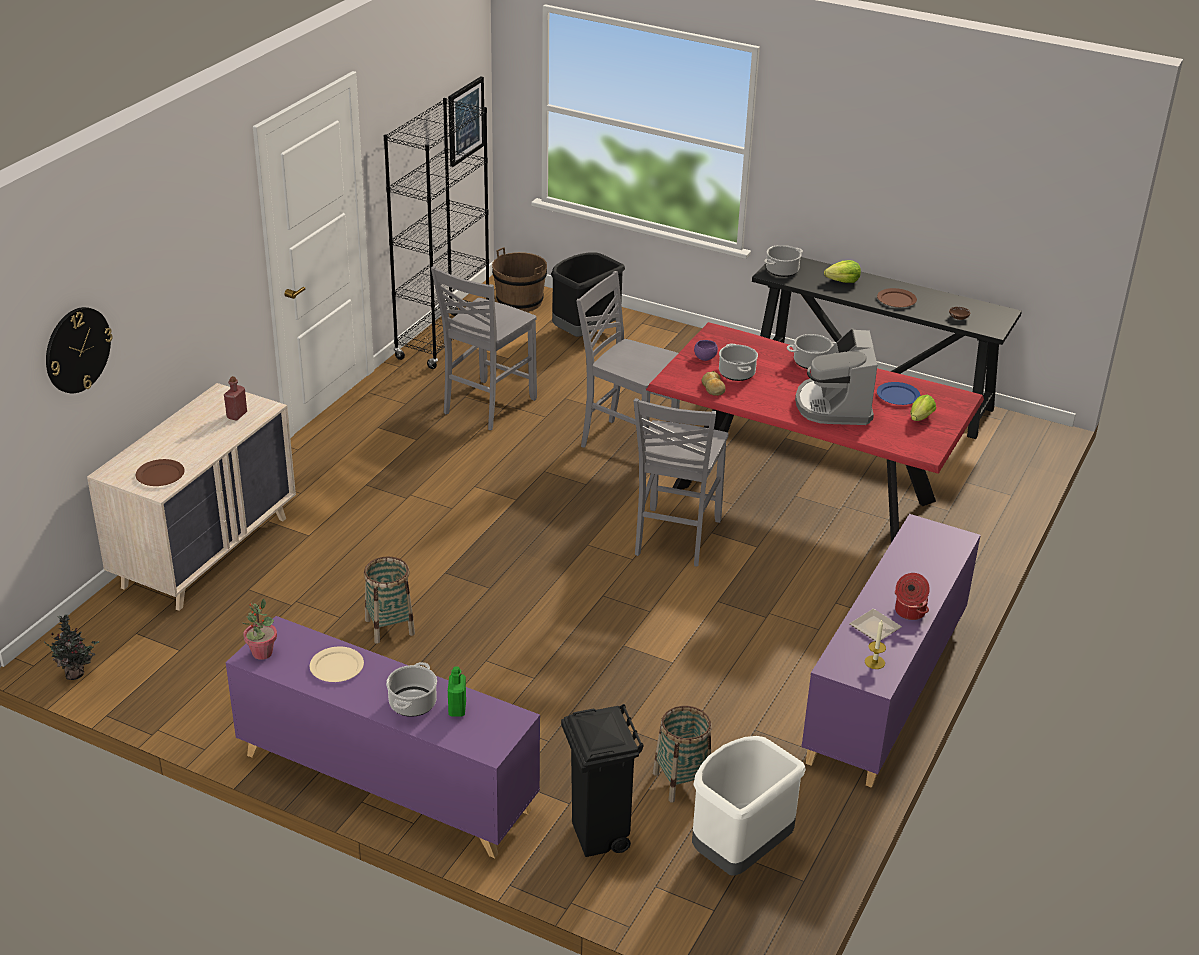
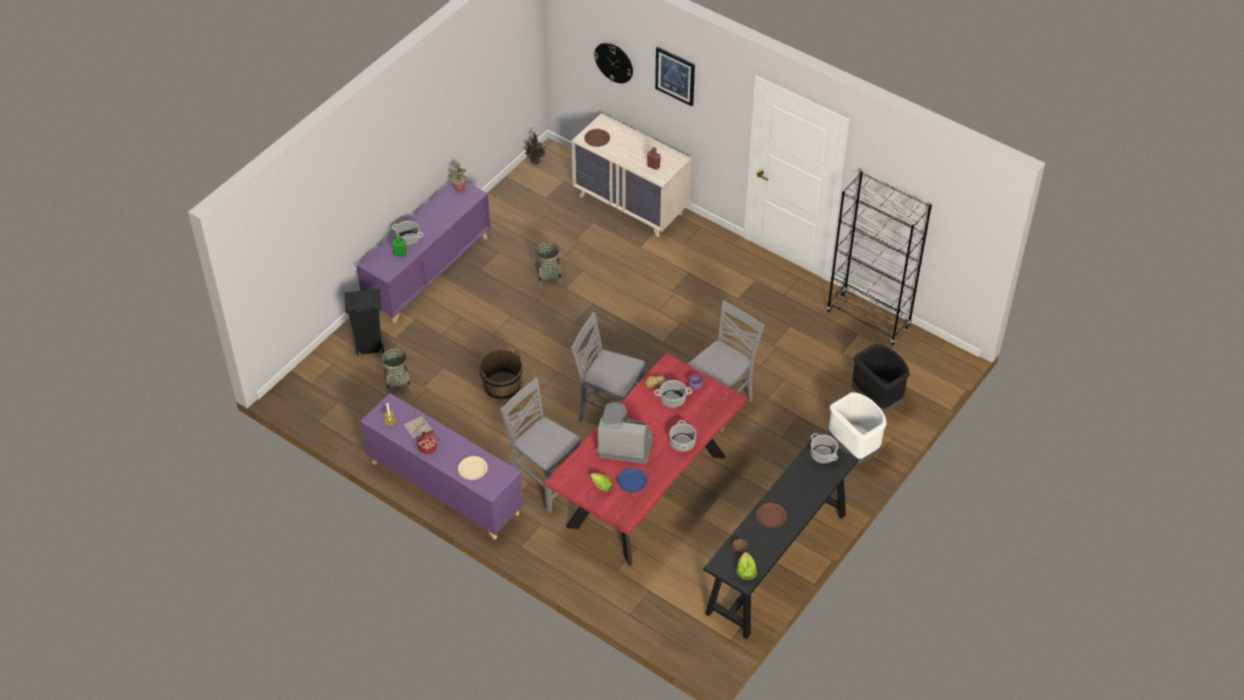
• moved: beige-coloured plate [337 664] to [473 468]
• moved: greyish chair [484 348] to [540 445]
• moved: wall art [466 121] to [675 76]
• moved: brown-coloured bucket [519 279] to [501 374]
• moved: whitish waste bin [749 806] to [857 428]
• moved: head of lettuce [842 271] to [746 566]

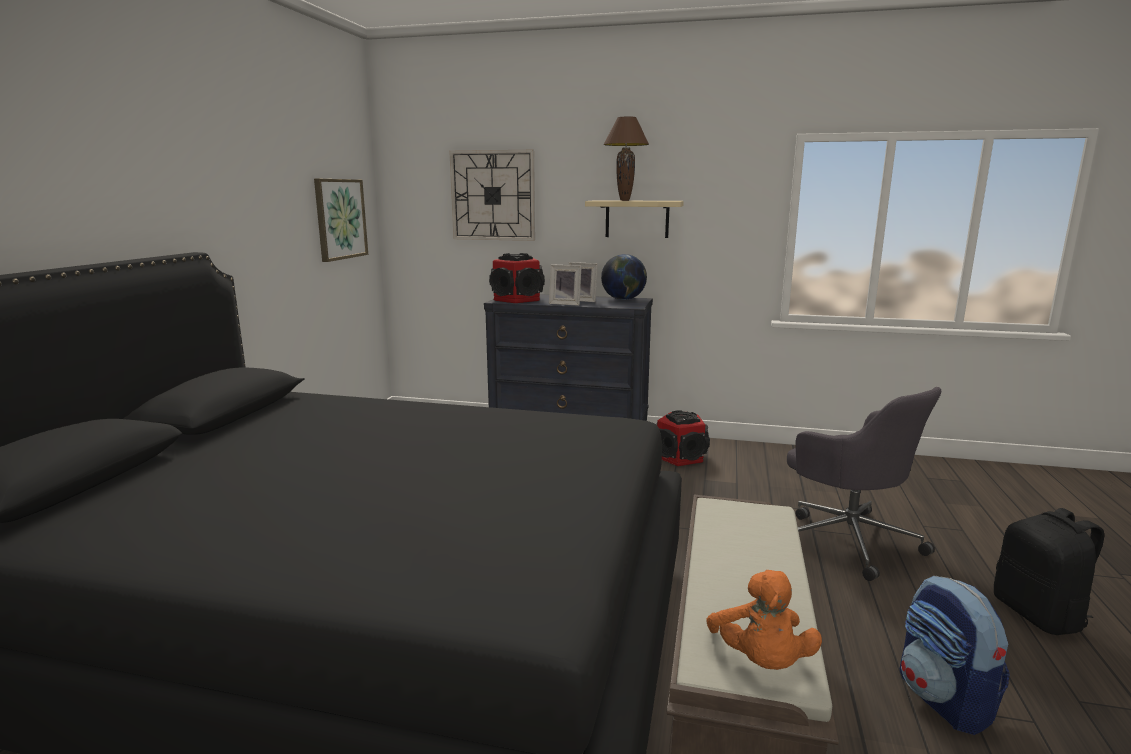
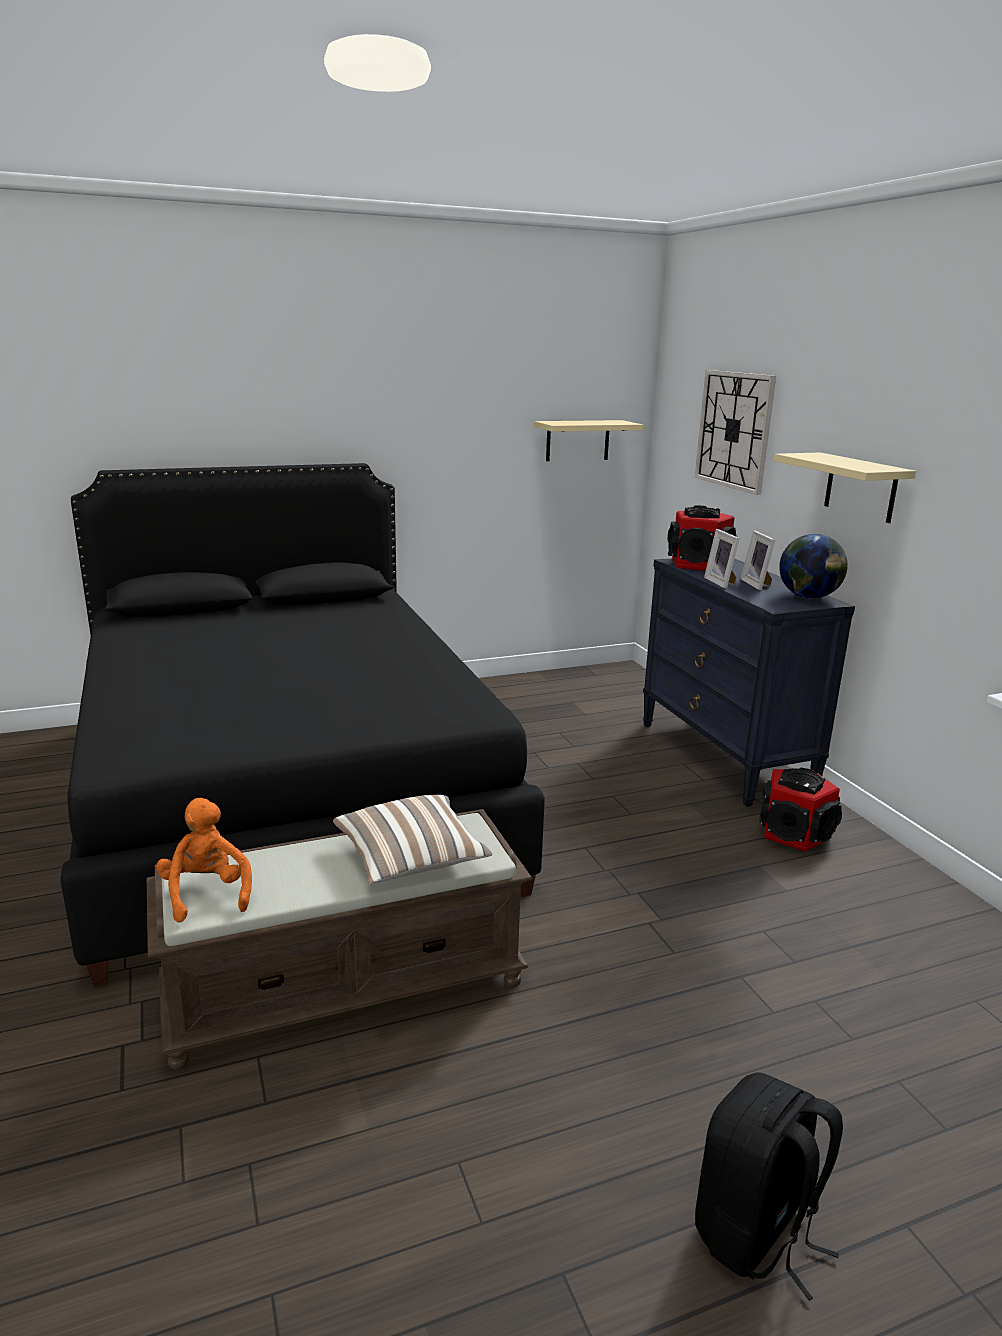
• removed: brown-coloured table lamp [626 159]
• removed: greyish office chair [864 484]
• removed: backpack [955 655]
• added: pillow [413 839]
• replaced: wall art [341 220] to beige-coloured bracket shelf [588 440]
• turned: orange soft toy [764 620] = [204 860] 105 degrees clockwise

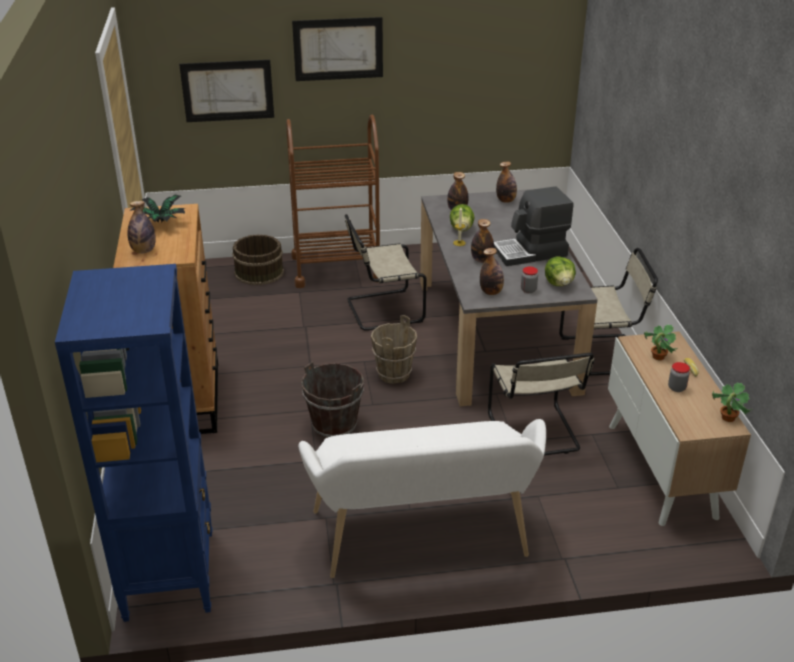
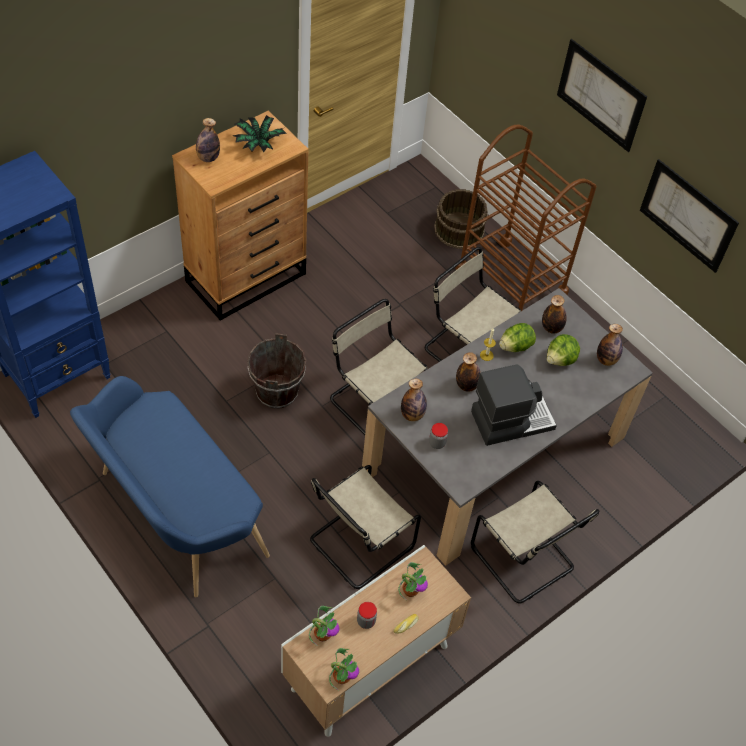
• added: plant in a pot [324 625]
• moved: wall art [226 91] to [689 216]
• moved: head of lettuce [560 271] to [563 350]
• replaced: brown-coloured bucket [394 349] to beige-coloured chair [379 367]
• recoloured: whitish indoor bench [422 498] to bluish indoor bench [170 486]
• turned: coffee machine [534 226] = [514 405] 120 degrees clockwise

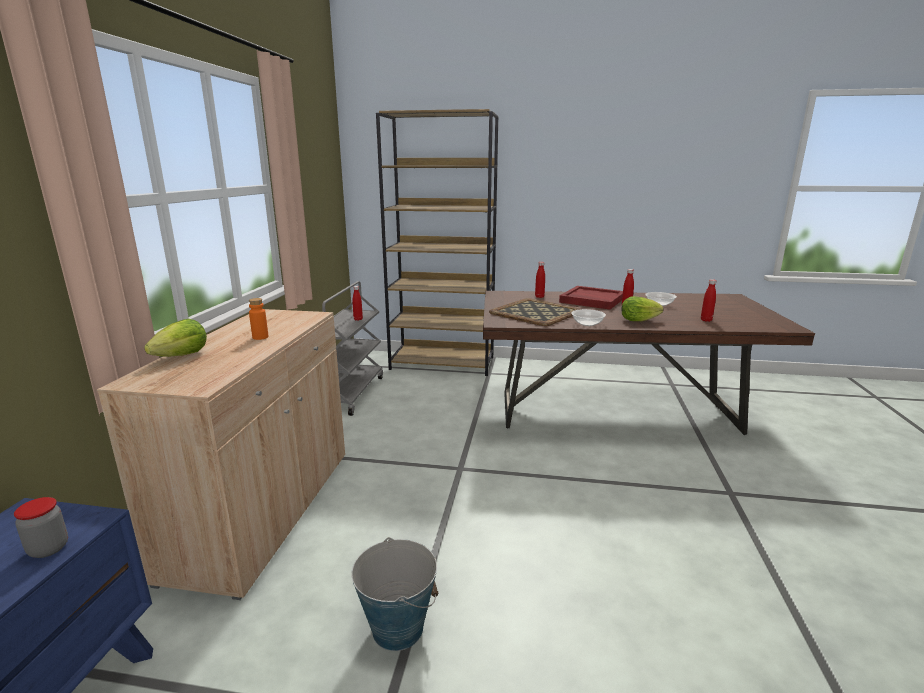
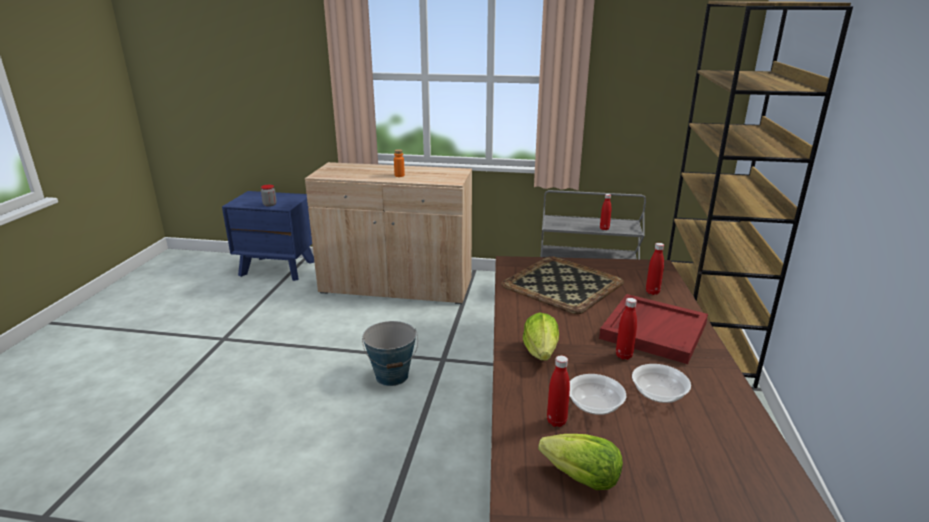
• moved: head of lettuce [175 338] to [580 462]
• moved: bucket [394 594] to [390 353]
• moved: serving bowl [588 317] to [597 394]

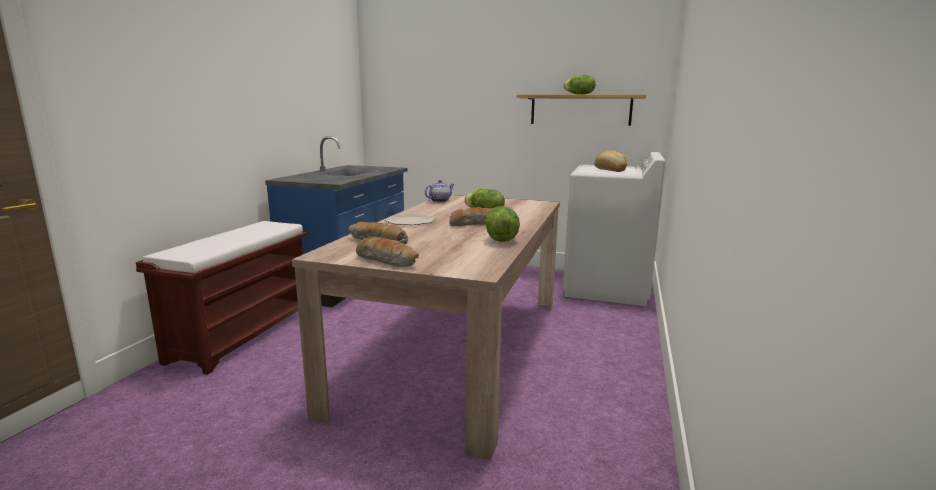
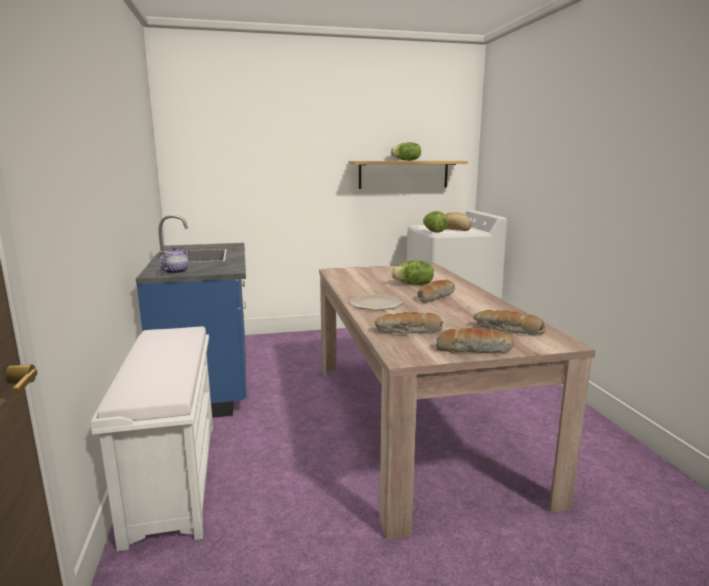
• added: baked bread [509 322]
• moved: tea pot [439 191] to [174 260]
• moved: head of lettuce [502 224] to [435 222]
• recoloured: brown-coloured indoor bench [222 298] to whitish indoor bench [152 439]

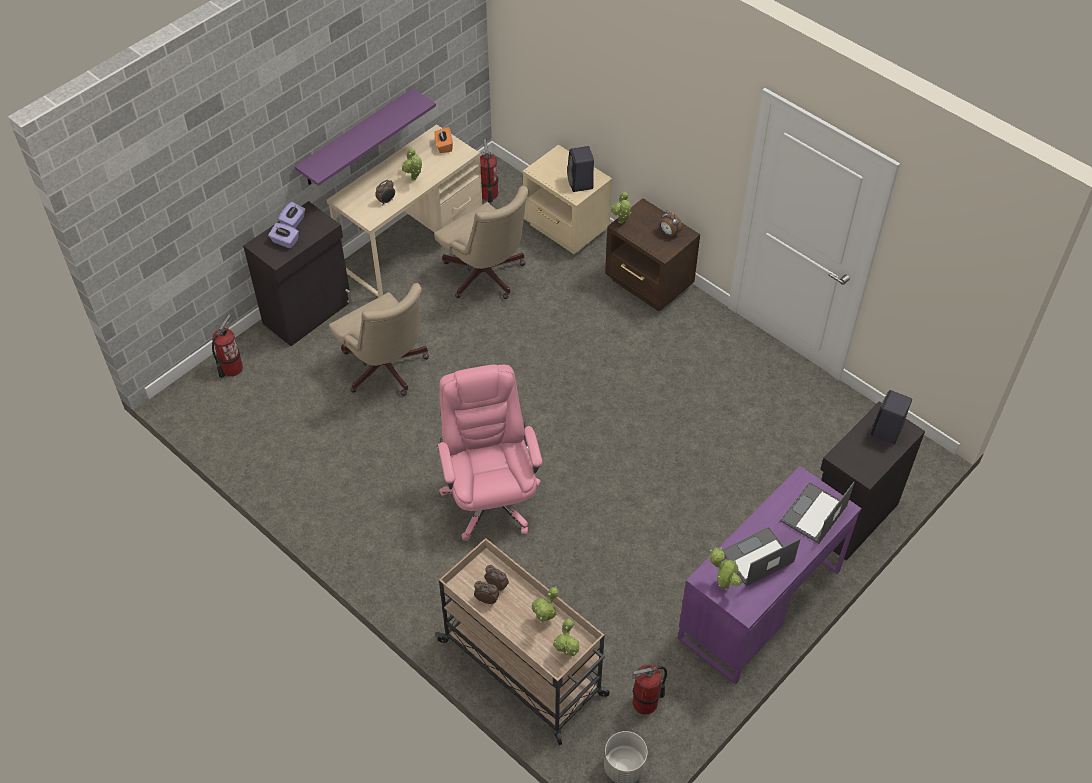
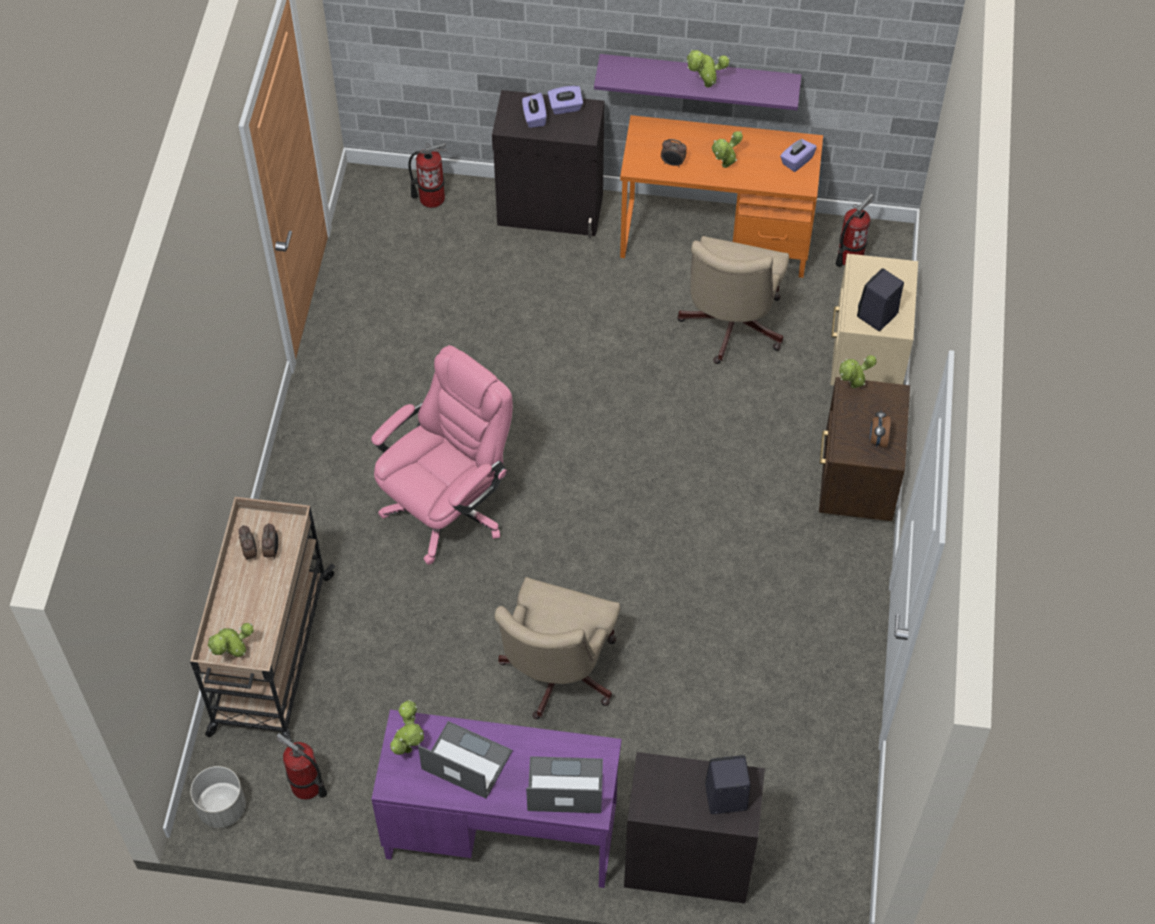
• moved: beige-coloured office chair [379 339] to [557 648]
• moved: plant in a pot [545 604] to [708 69]
• recoloured: beige-coloured desk [404 210] to orange desk [721 196]
• recoloured: orange box of tissues [443 140] to purple box of tissues [798 155]

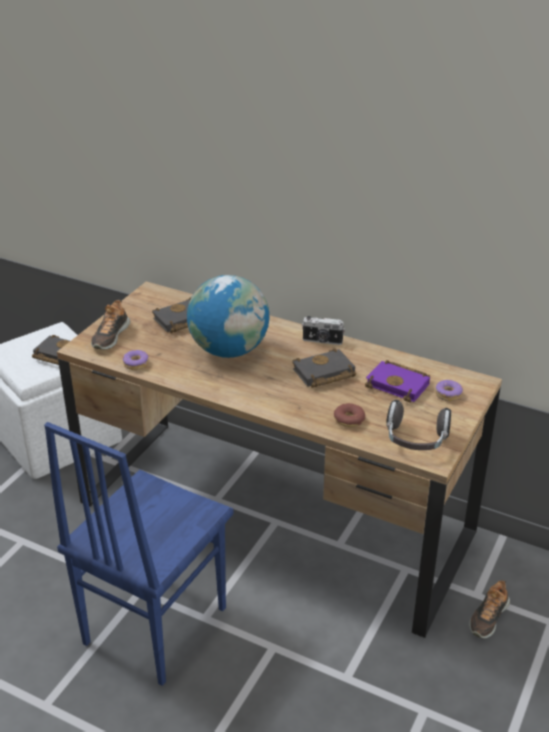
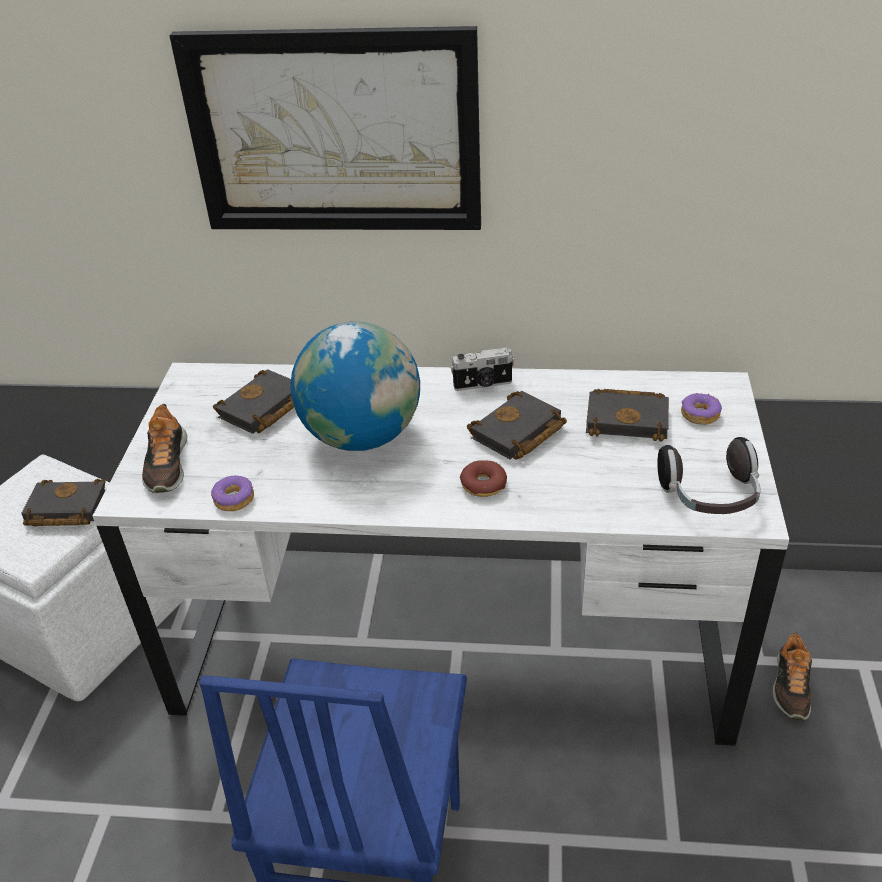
• added: wall art [325 128]
• moved: ring doughnut [349 415] to [483 478]
• recoloured: brown-coloured desk [279 459] to whitish desk [441 554]
• recoloured: purple book [397 381] to blackish book [627 415]

